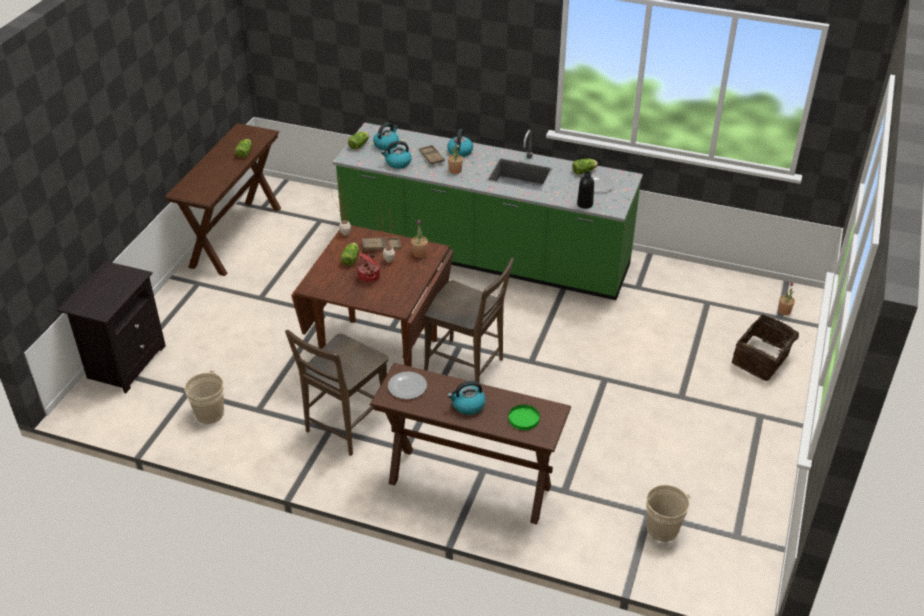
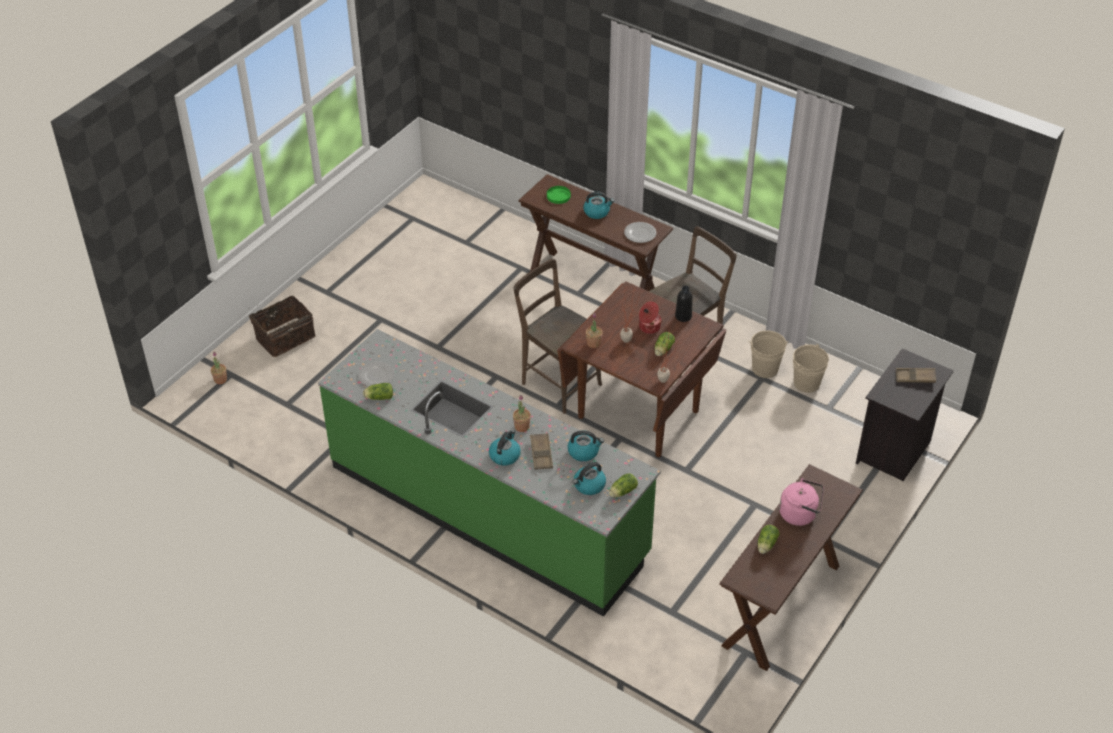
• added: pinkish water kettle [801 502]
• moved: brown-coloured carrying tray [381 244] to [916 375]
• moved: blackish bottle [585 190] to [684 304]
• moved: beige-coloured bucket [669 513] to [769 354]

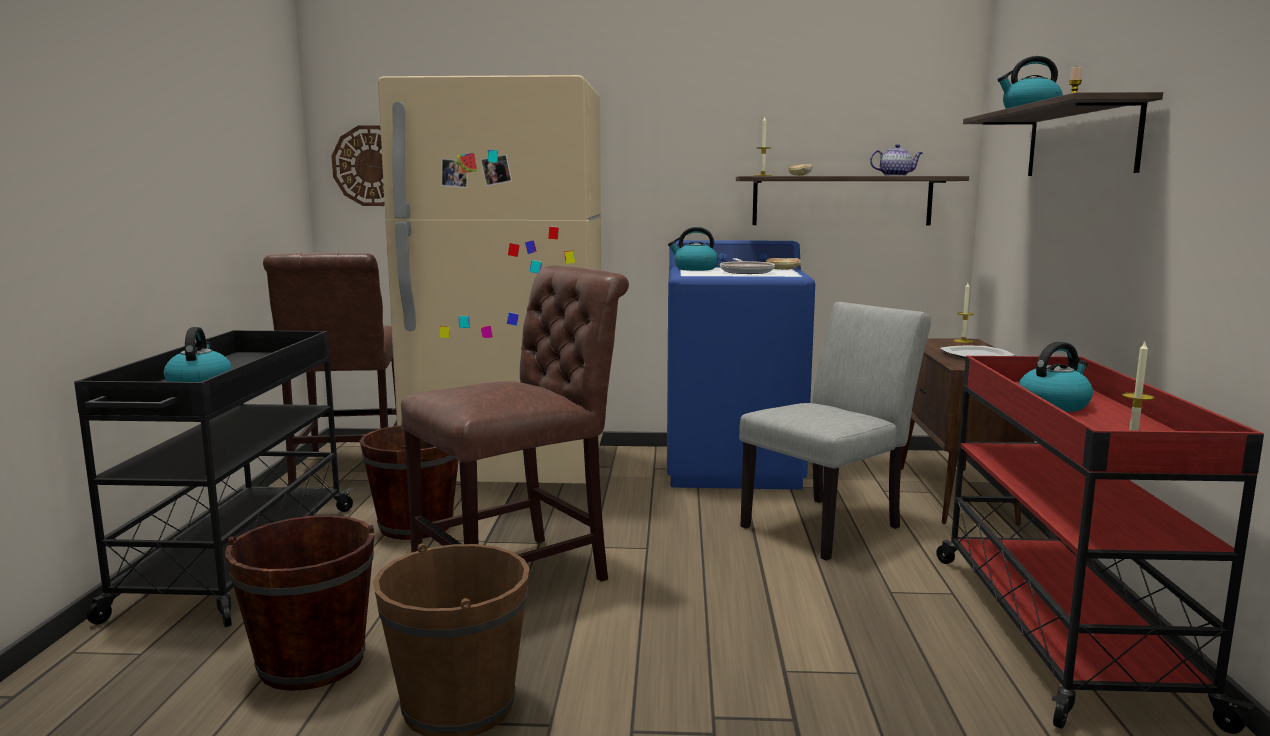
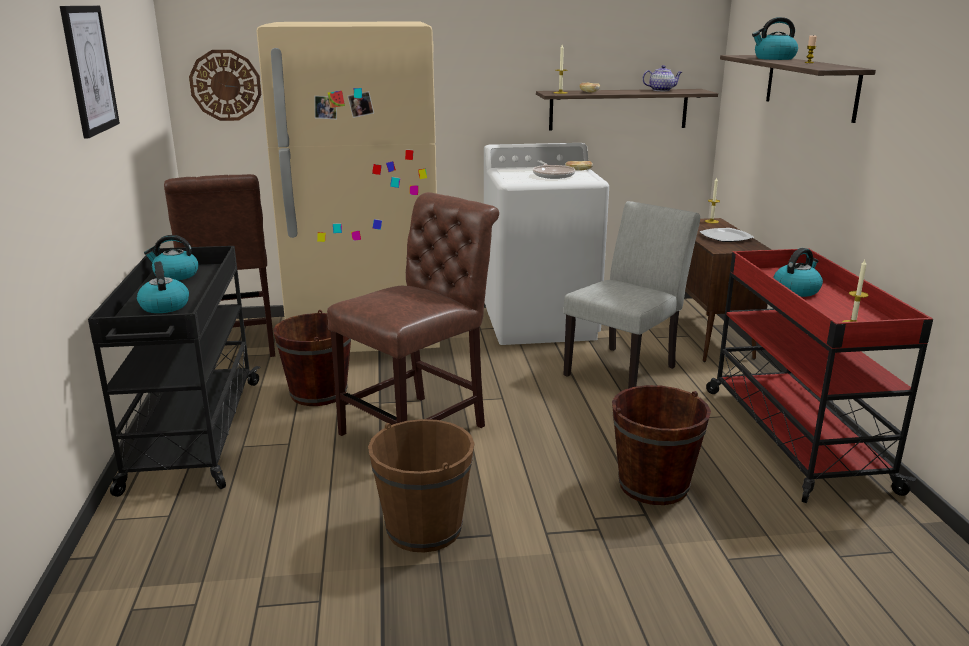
• added: wall art [90 72]
• moved: brown-coloured bucket [300 603] to [661 445]
• moved: water kettle [693 249] to [171 257]
• recoloured: bluish laundry machine [741 365] to whitish laundry machine [546 244]

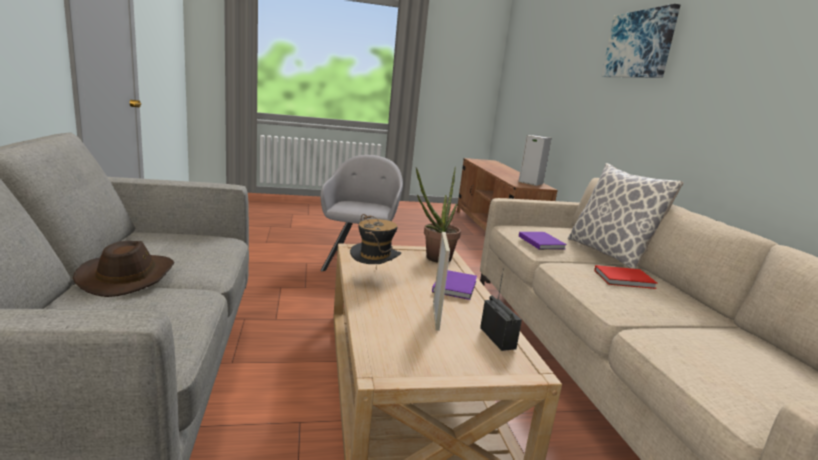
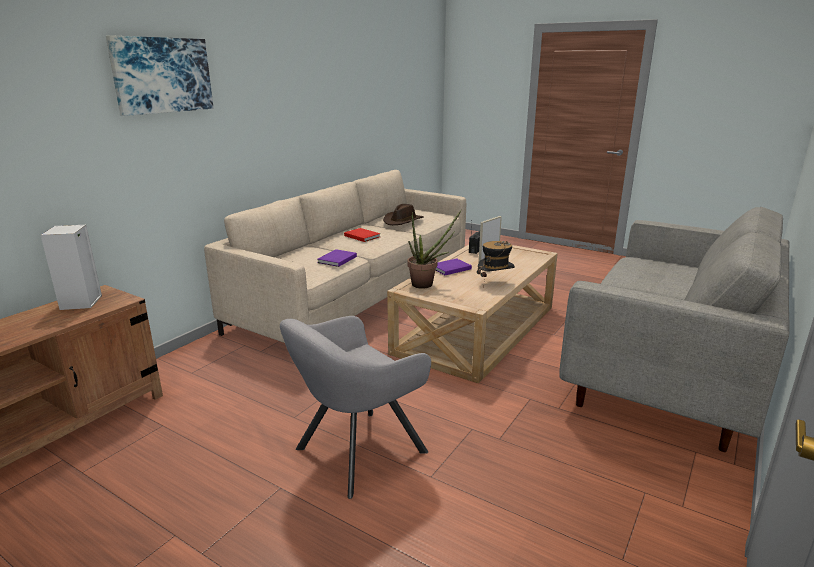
• removed: pillow [626 216]
• moved: brown-coloured wearable hat [123 269] to [403 214]

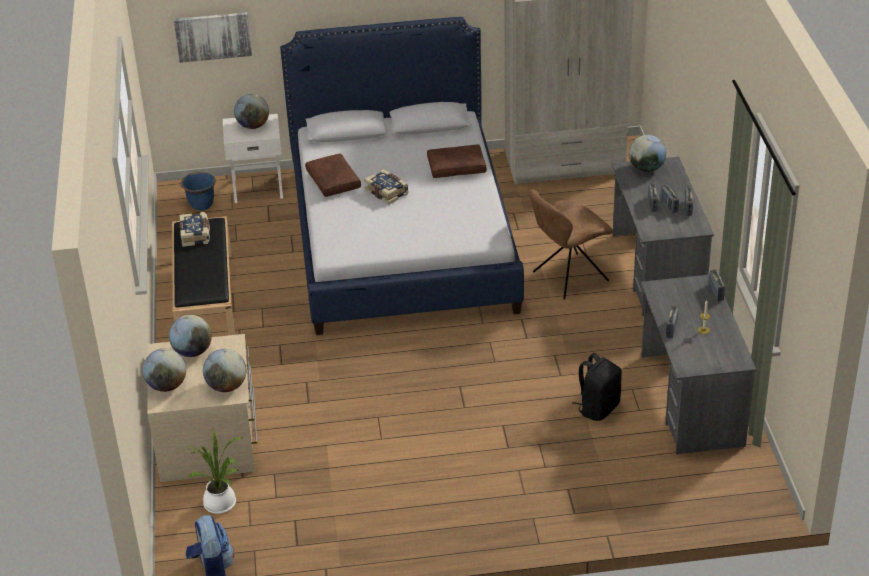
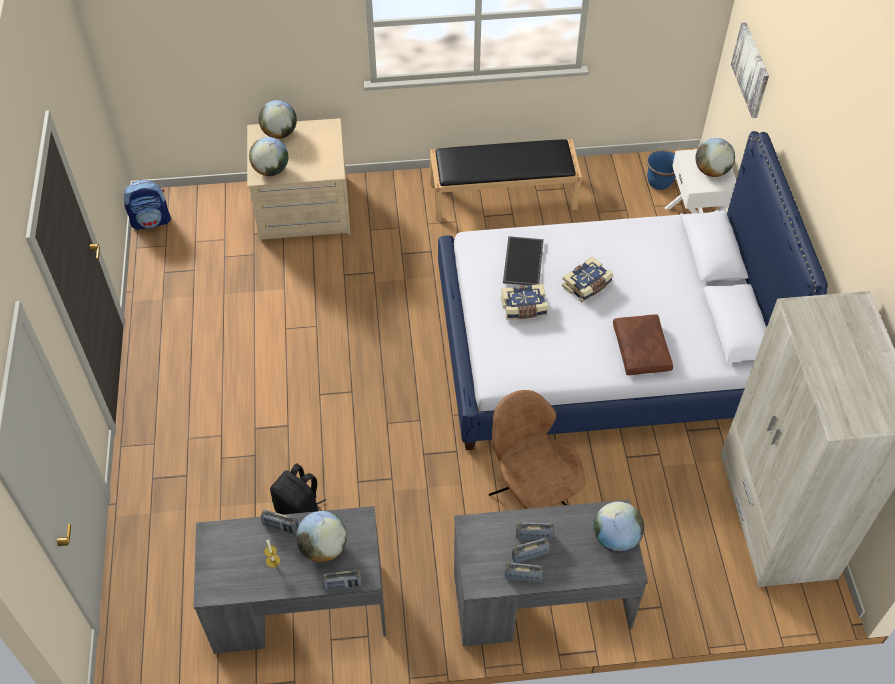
• removed: plant in a pot [215 471]
• removed: brown-coloured pillow [333 175]
• added: carrying tray [523 261]
• moved: desk globe [190 336] to [321 536]
• moved: book [194 229] to [524 302]

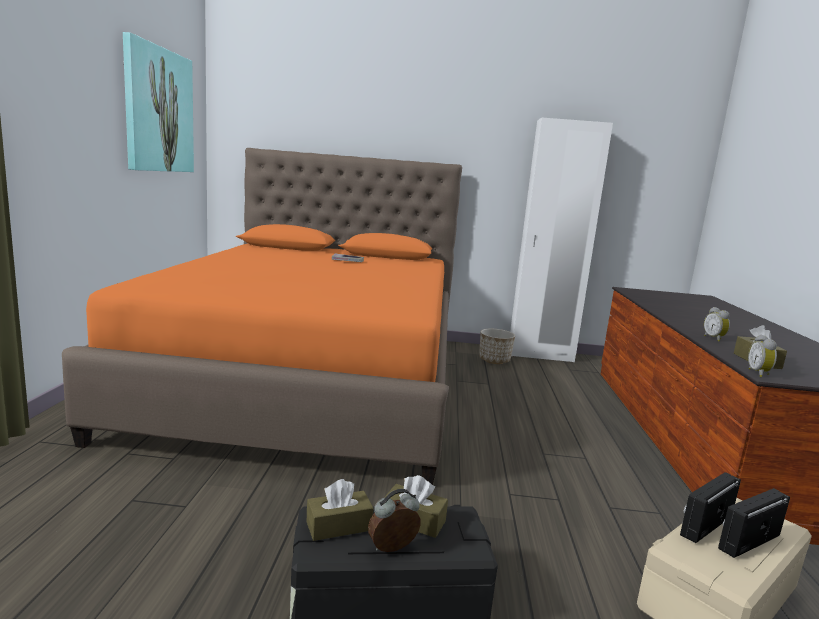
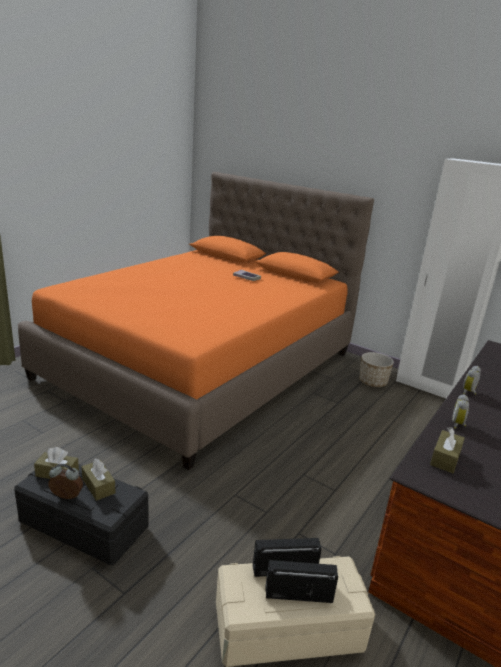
• removed: wall art [158 102]
• moved: bedside clock [762 356] to [472 380]

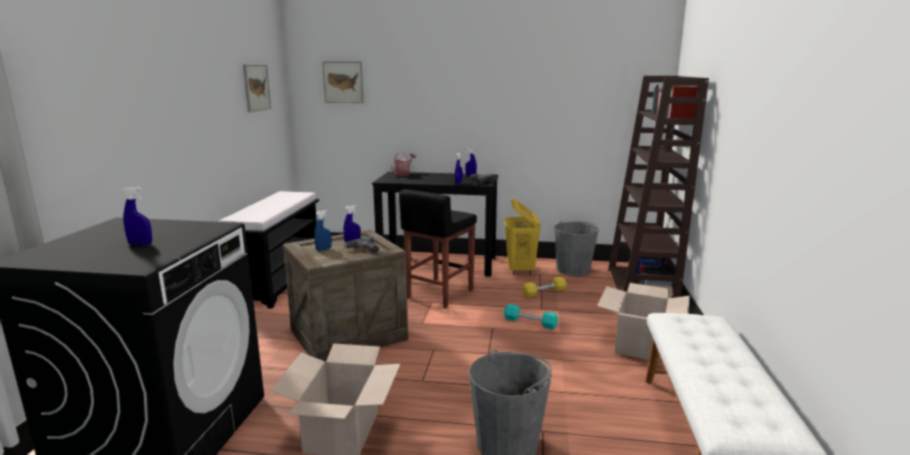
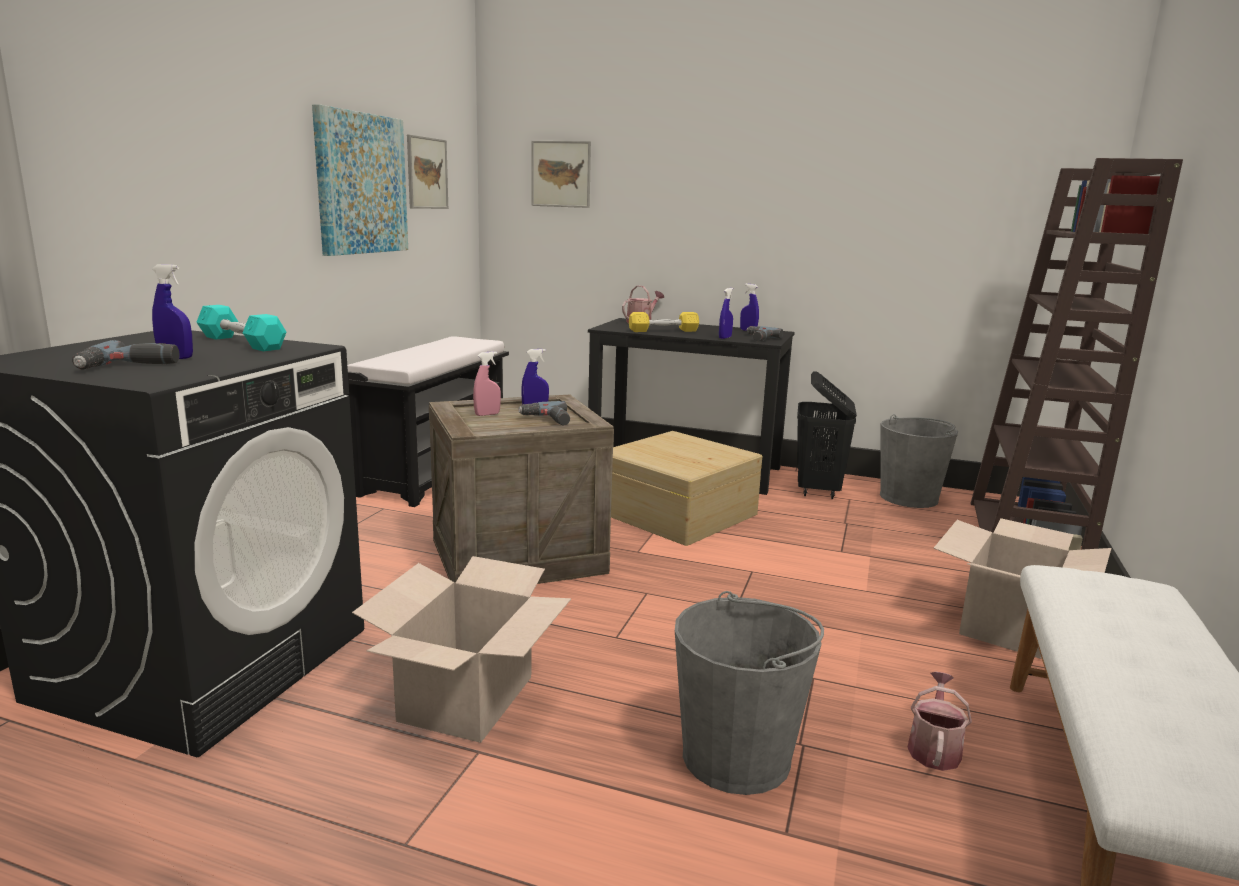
• added: power drill [126 354]
• added: wall art [360 180]
• added: watering pot [939 721]
• moved: turquoise free weight [531 316] to [241 328]
• moved: yellow free weight [544 286] to [664 322]
• replaced: blackish sitting stool [438 248] to beige-coloured storage box [686 488]
• recoloured: bluish sprayer [323 230] to pinkish sprayer [487 383]
• recoloured: yellow laundry basket [523 237] to blackish laundry basket [827 435]

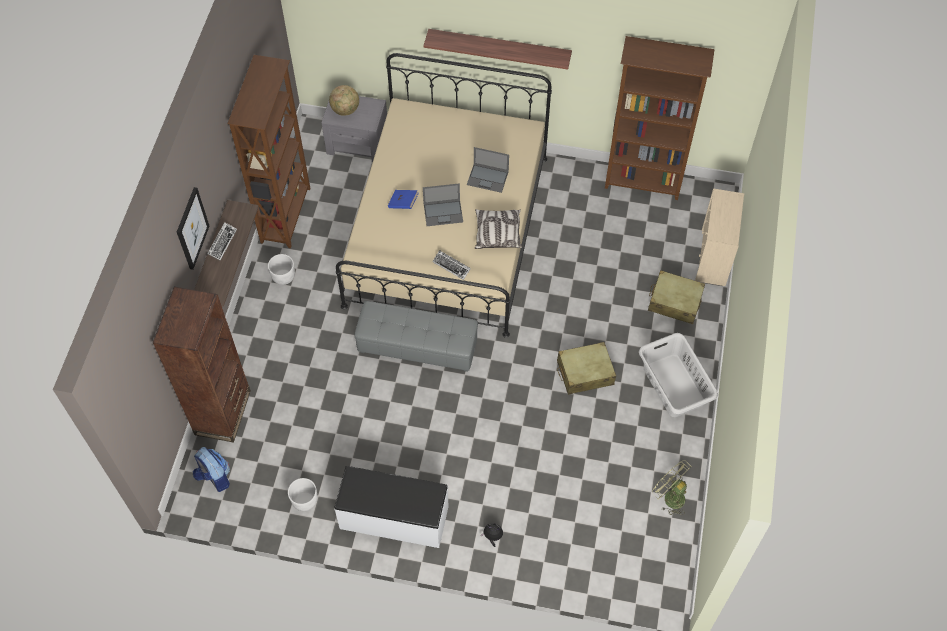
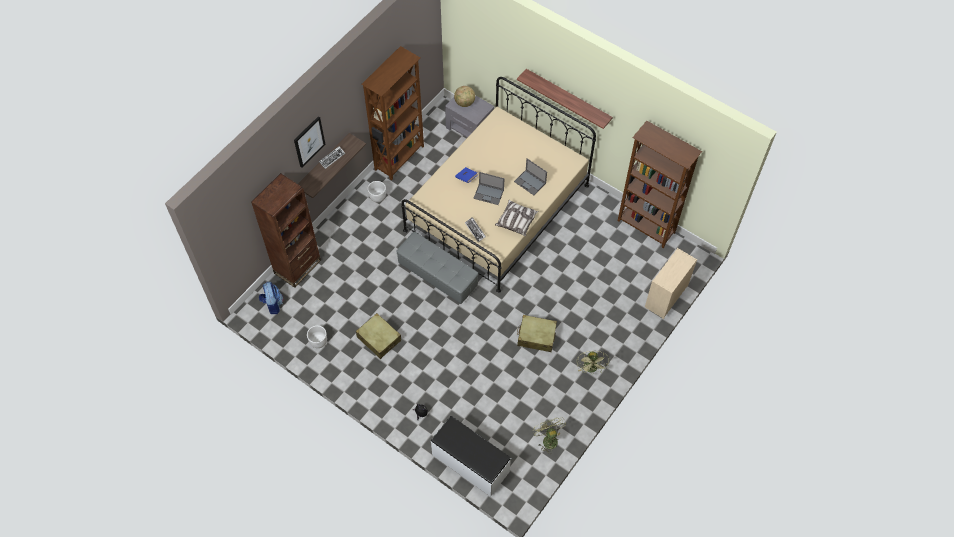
• moved: whitish indoor bench [391 507] to [471 456]
• moved: beige-coloured travel case [676 297] to [378 336]
• replaced: greyish laundry basket [678 375] to greenish electric fan [593 362]

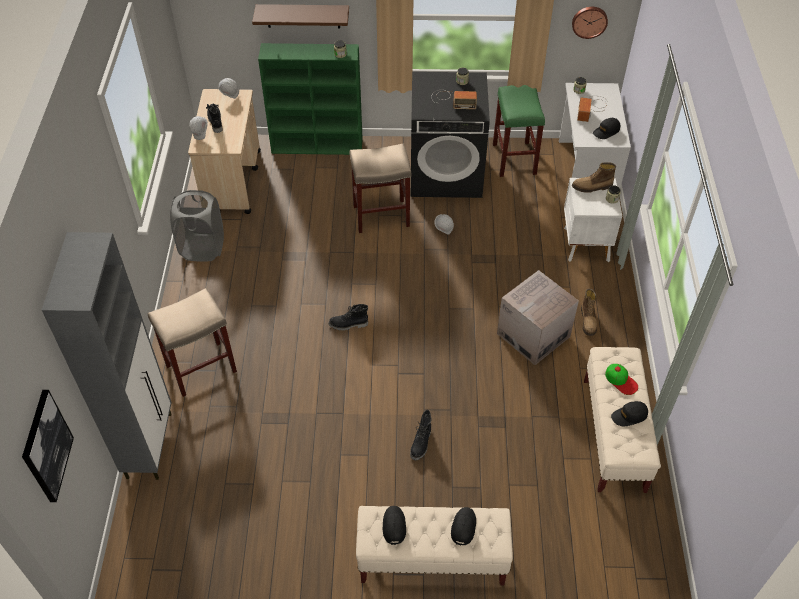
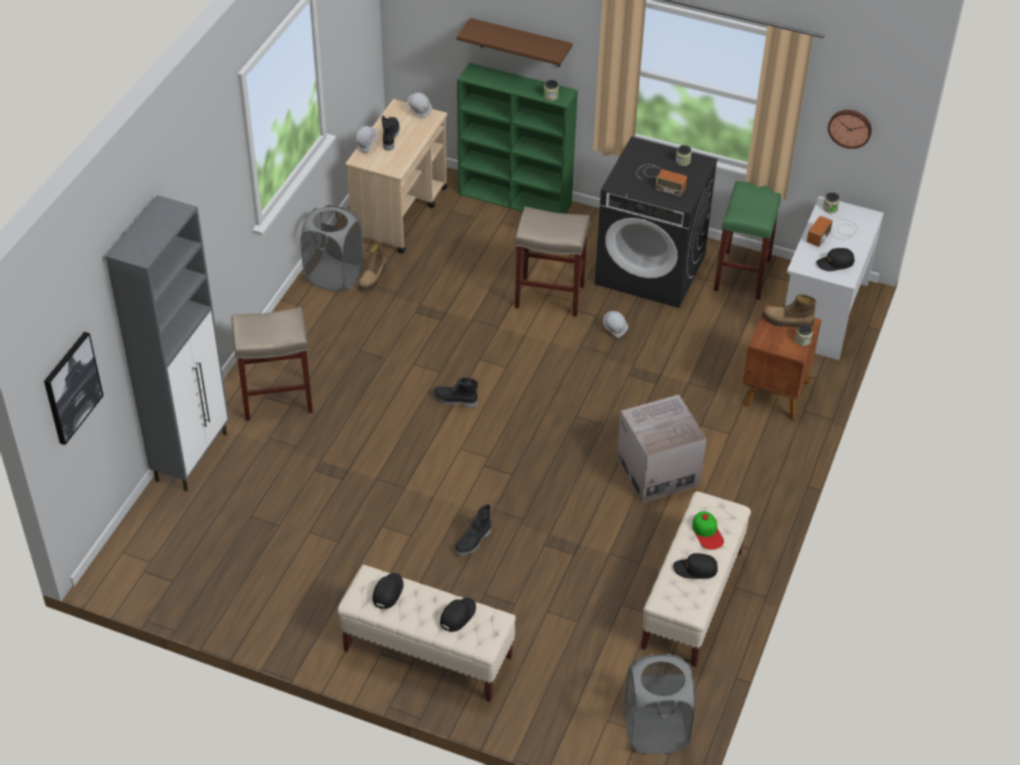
• added: greyish laundry basket [660 704]
• moved: tall boot [589 312] to [371 266]
• recoloured: whitish night table [593 220] to brown-coloured night table [781 362]

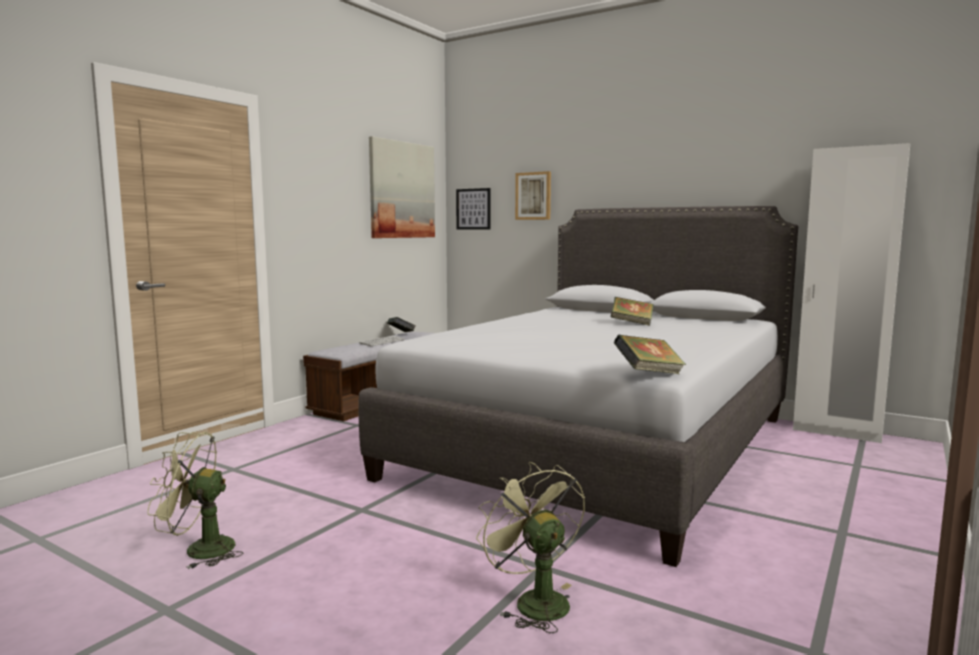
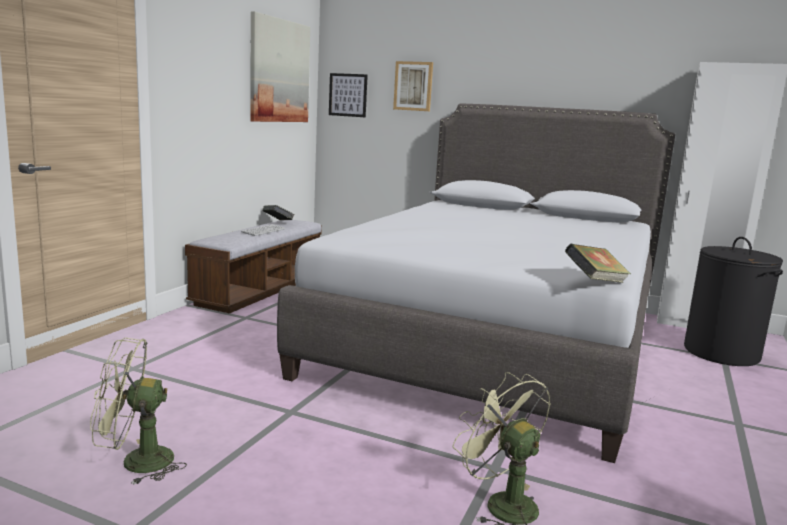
• removed: book [632 311]
• added: blackish laundry basket [733 301]

